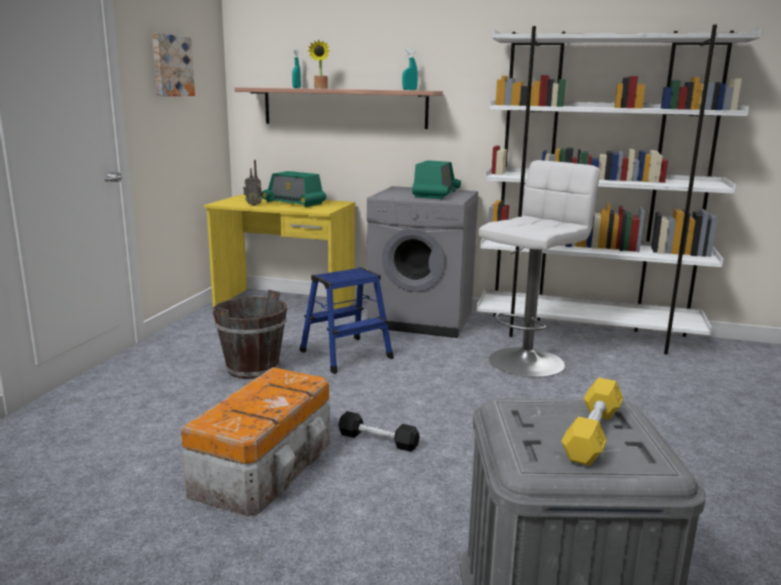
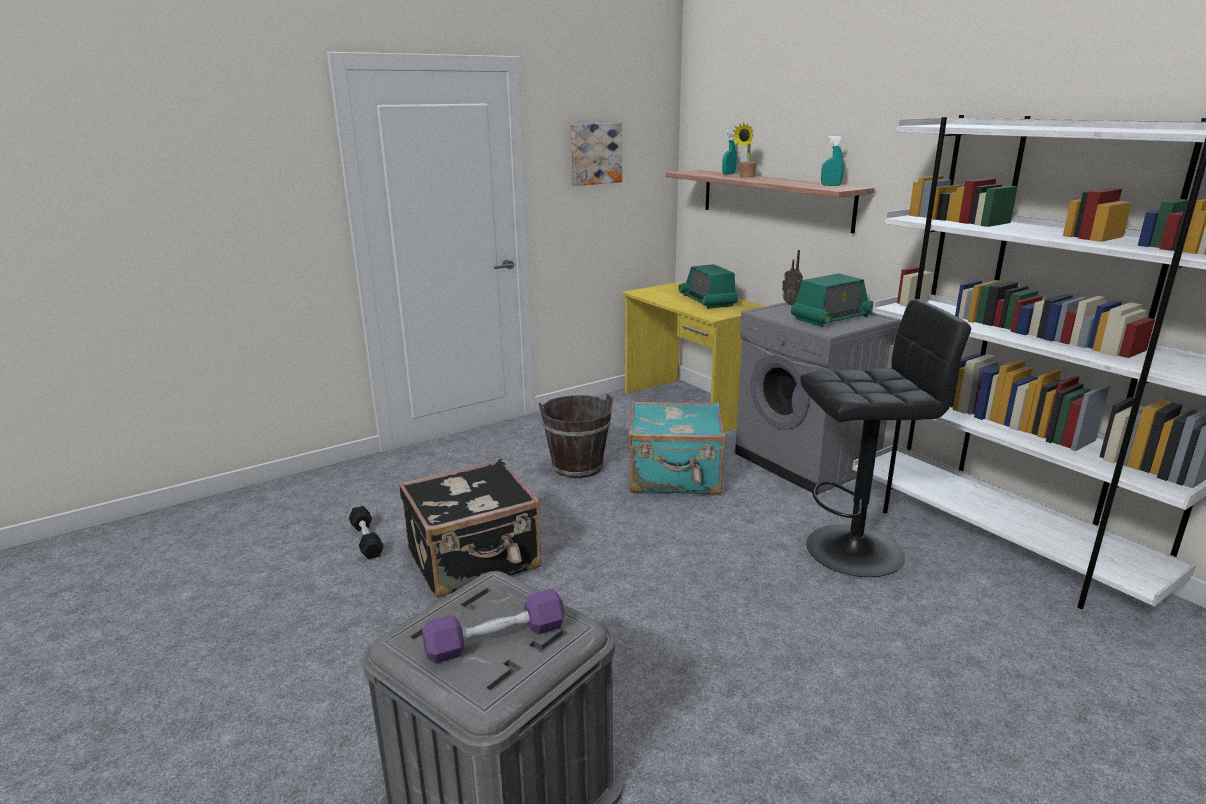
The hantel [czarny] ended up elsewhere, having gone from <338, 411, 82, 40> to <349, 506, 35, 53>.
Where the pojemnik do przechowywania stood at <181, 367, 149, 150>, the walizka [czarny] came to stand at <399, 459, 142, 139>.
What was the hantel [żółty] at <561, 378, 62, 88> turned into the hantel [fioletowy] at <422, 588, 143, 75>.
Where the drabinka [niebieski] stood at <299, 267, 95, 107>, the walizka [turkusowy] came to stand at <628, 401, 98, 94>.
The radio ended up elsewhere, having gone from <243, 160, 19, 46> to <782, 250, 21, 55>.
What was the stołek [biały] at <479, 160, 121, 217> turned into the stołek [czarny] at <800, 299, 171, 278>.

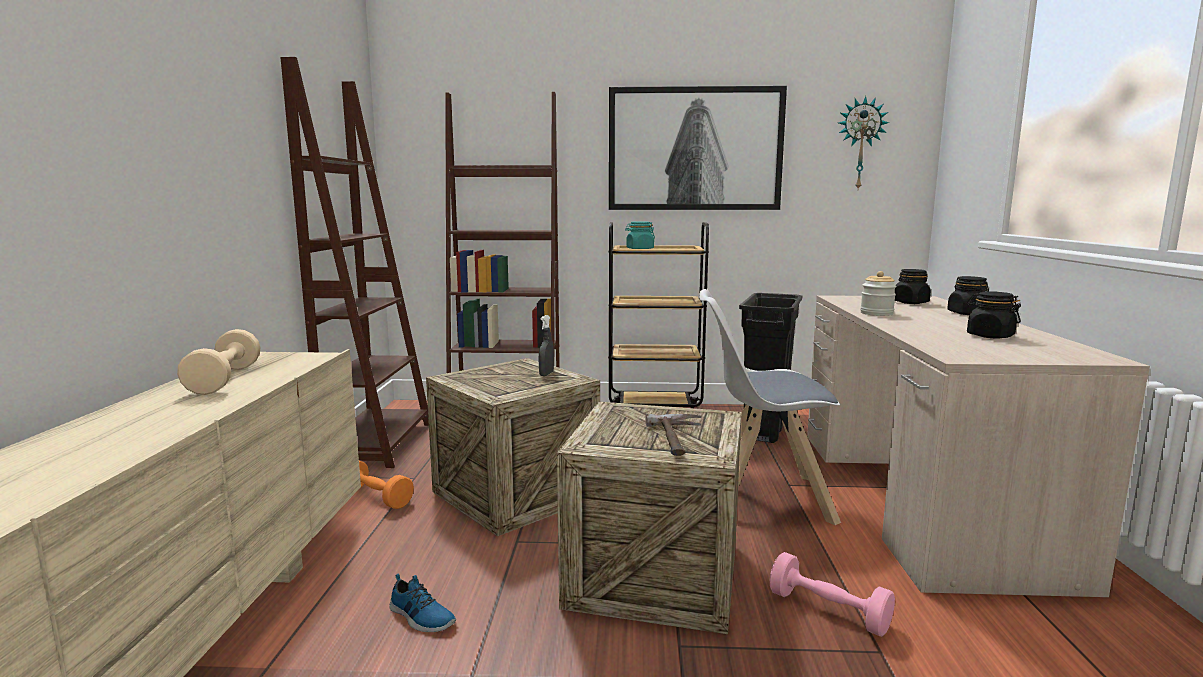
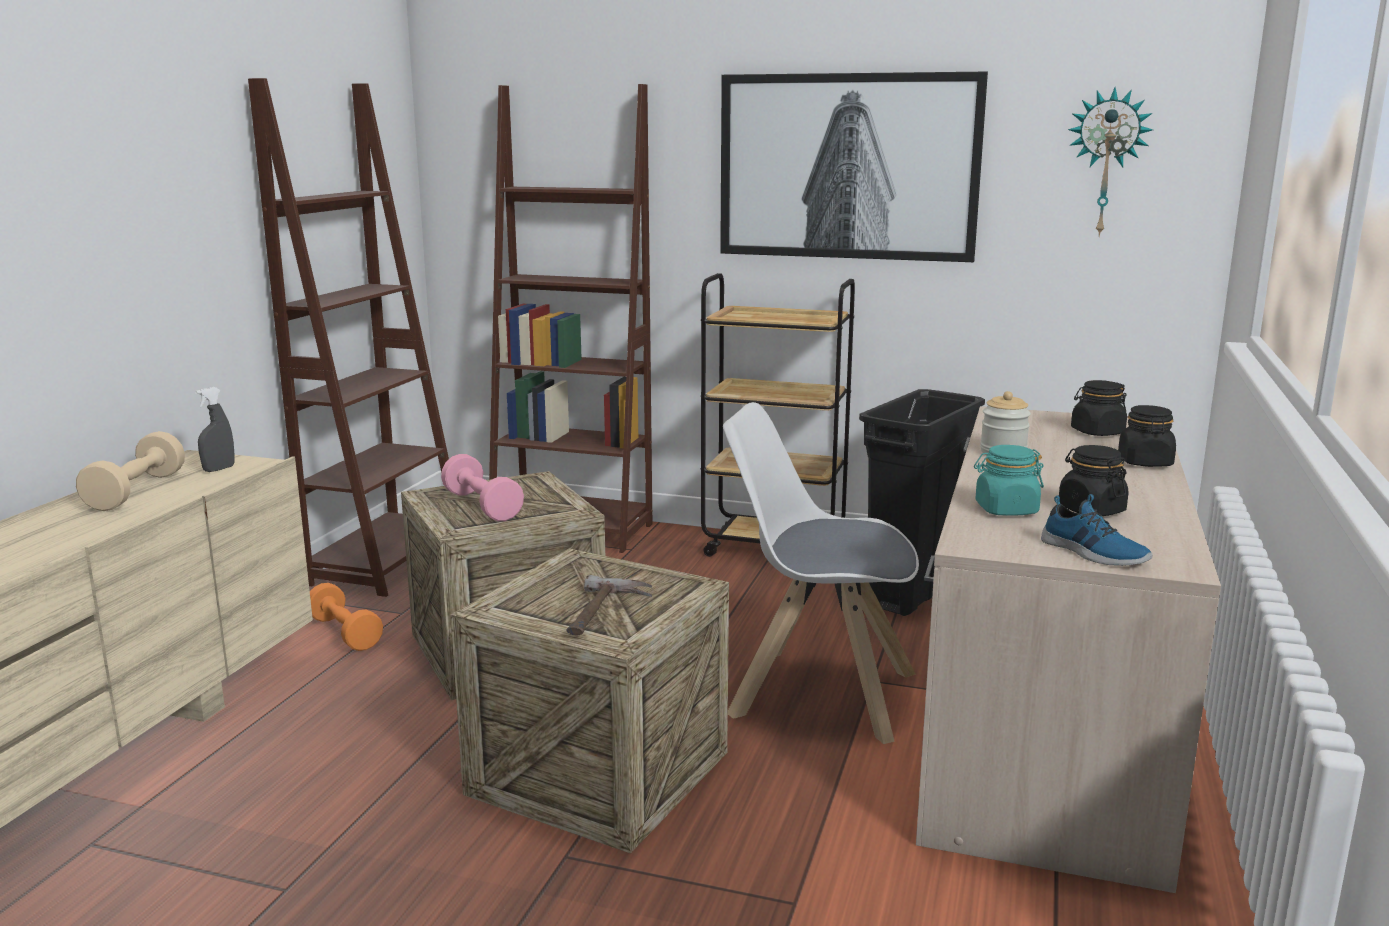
The spryskiwacz [szary] ended up elsewhere, having gone from <539, 315, 15, 61> to <195, 387, 40, 85>.
The hantel [różowy] ended up elsewhere, having gone from <770, 552, 125, 85> to <441, 454, 83, 67>.
The słoik [turkusowy] ended up elsewhere, having gone from <625, 221, 30, 28> to <974, 445, 70, 71>.
The but ended up elsewhere, having gone from <389, 573, 67, 59> to <1041, 494, 112, 72>.

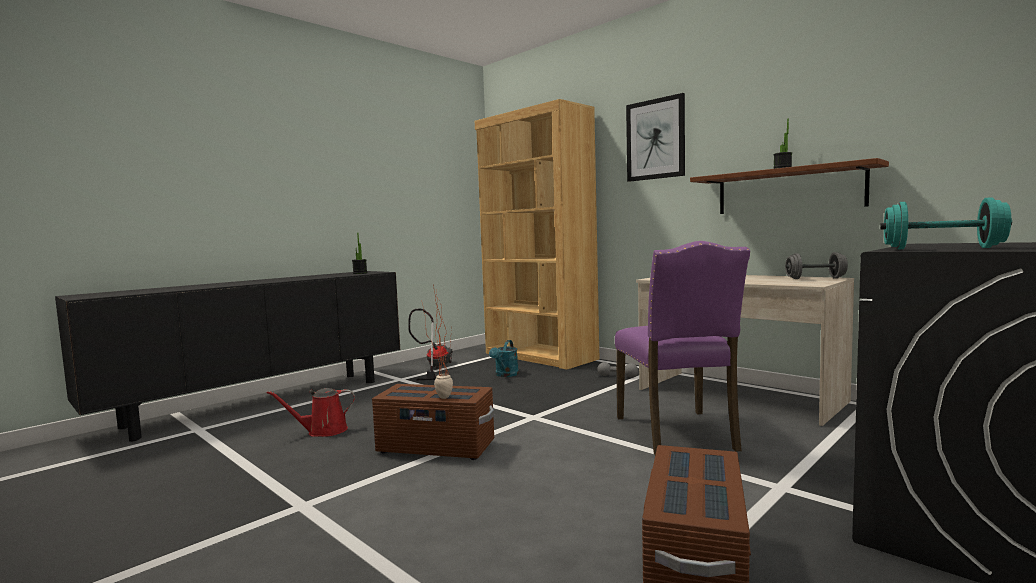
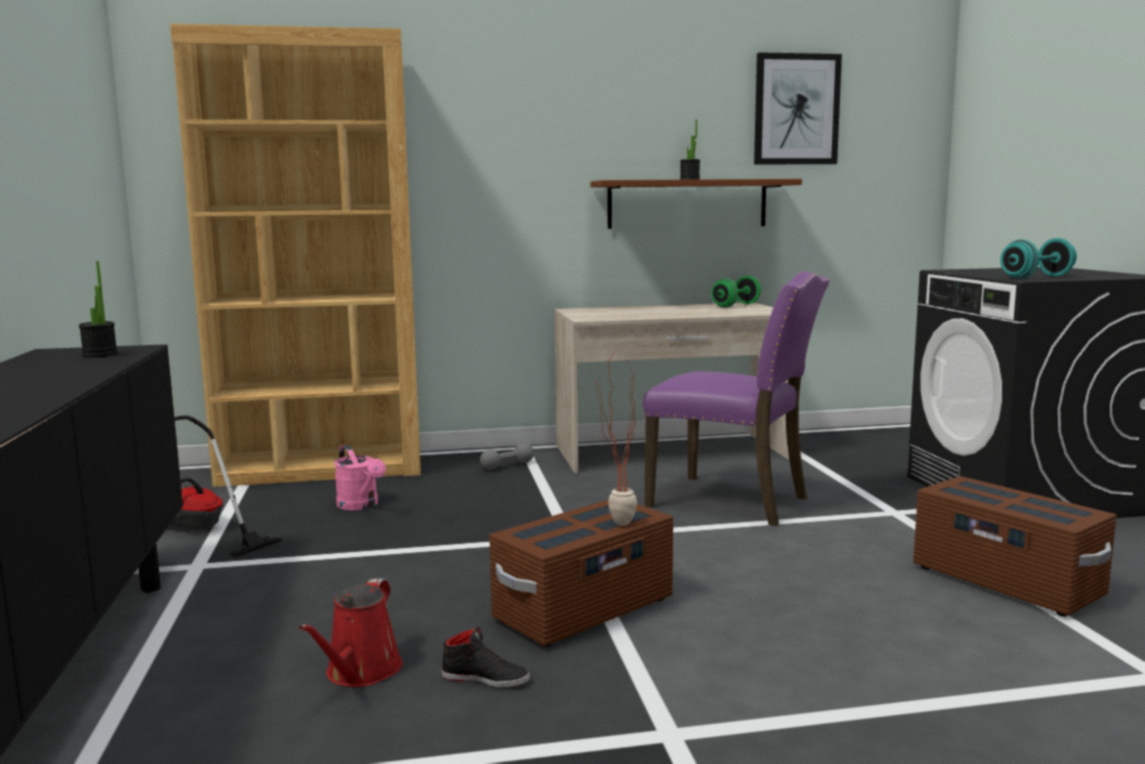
What was the konewka [turkusowy] at <489, 340, 30, 37> turned into the konewka [różowy] at <334, 445, 52, 65>.
The second view gained the but [czarny] at <442, 627, 88, 61>.
What was the hantel [szary] at <785, 252, 63, 27> turned into the hantel [zielony] at <711, 276, 50, 32>.
The obraz ended up elsewhere, having gone from <626, 93, 59, 89> to <754, 52, 88, 112>.

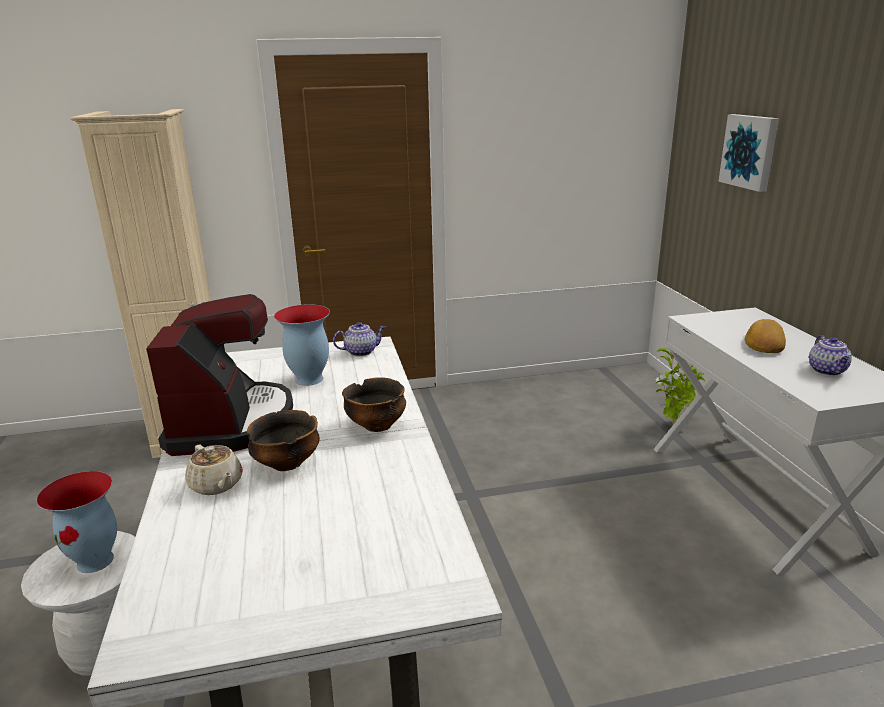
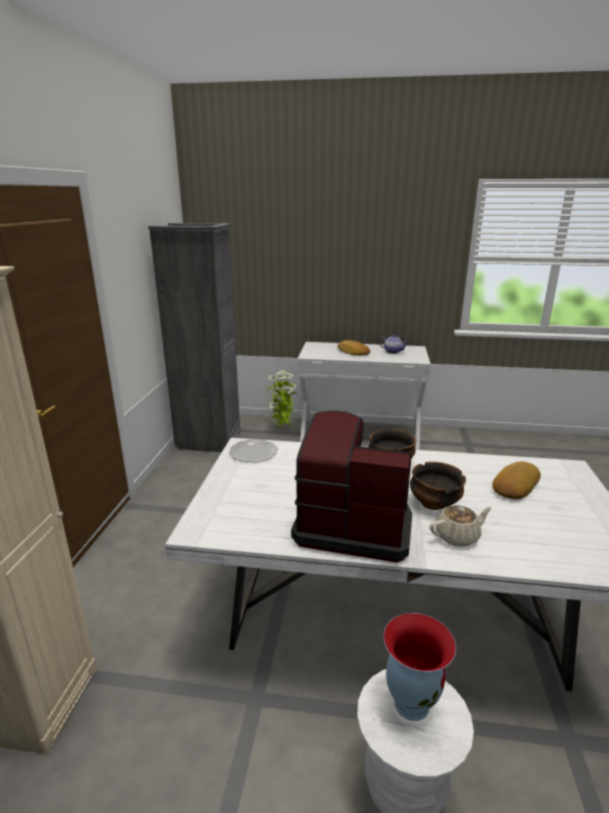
The second view gained the szafka [szary] at <148, 223, 93, 230>.
Where the imbryk stood at <333, 322, 52, 34>, the talerz came to stand at <229, 439, 49, 23>.
The second view gained the chleb at <492, 462, 49, 37>.
The second view lost the wazon at <274, 304, 56, 82>.
The second view lost the obraz at <718, 114, 61, 78>.

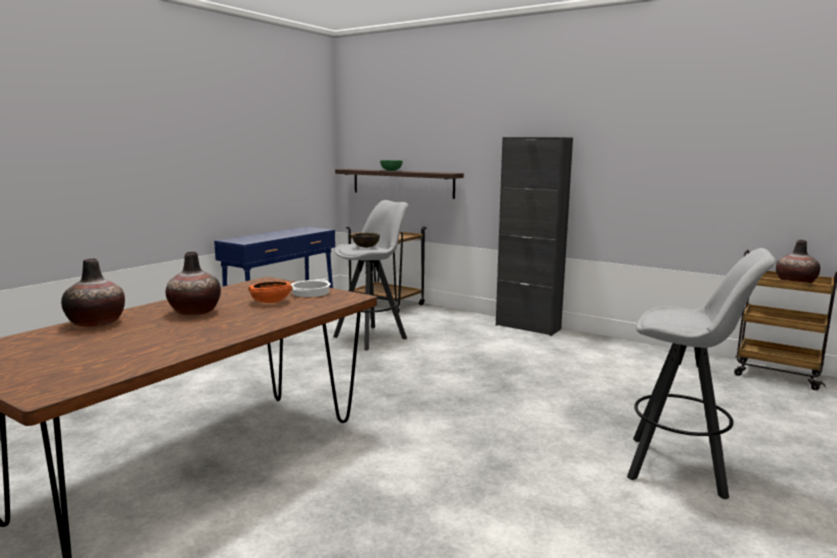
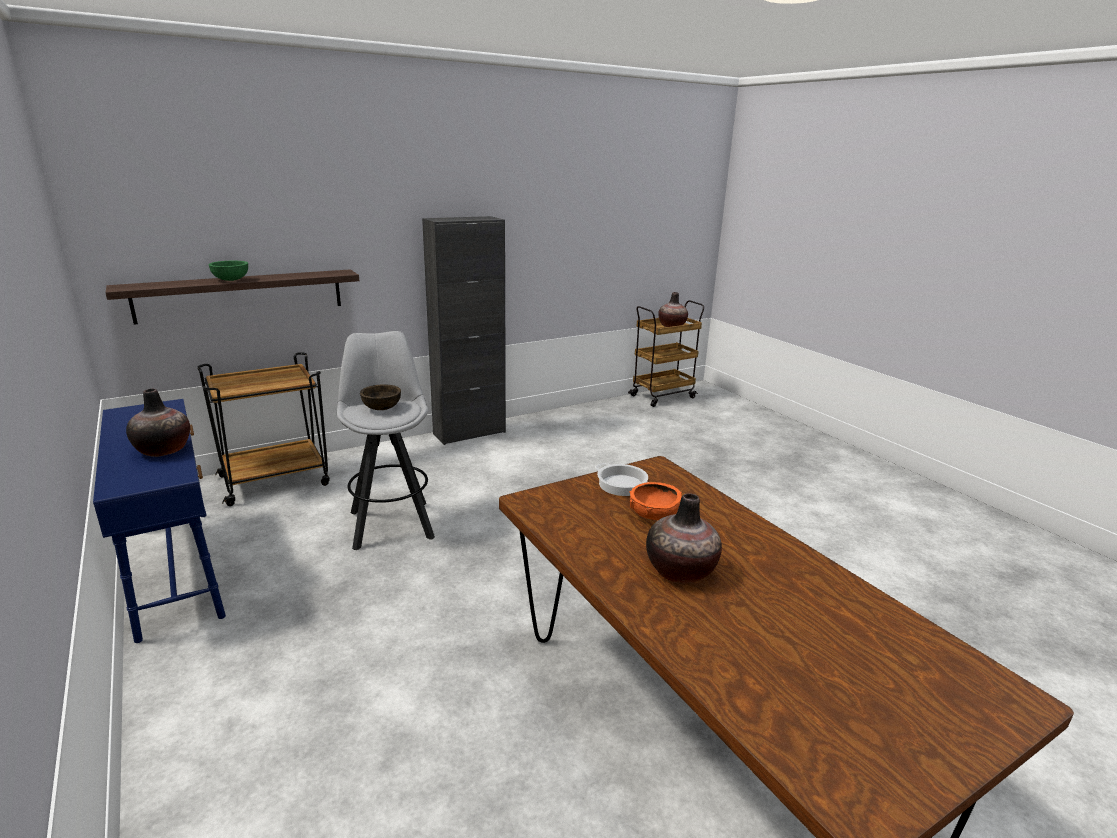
The wazon ended up elsewhere, having gone from <61, 259, 64, 68> to <126, 389, 64, 68>.
The second view lost the stołek [szary] at <627, 248, 150, 251>.

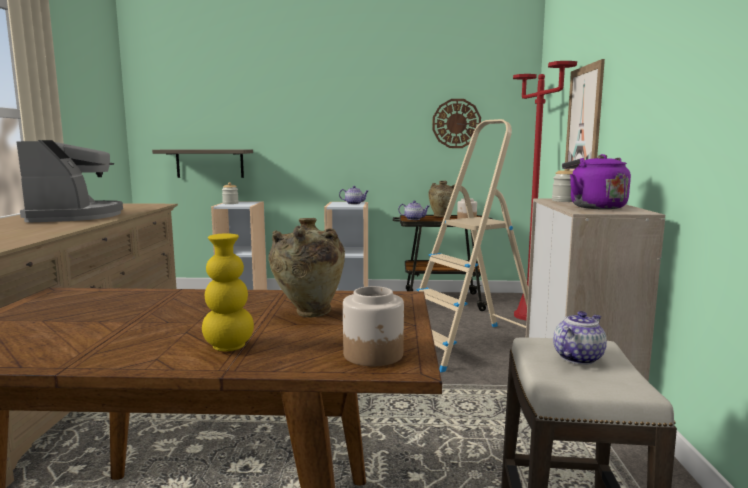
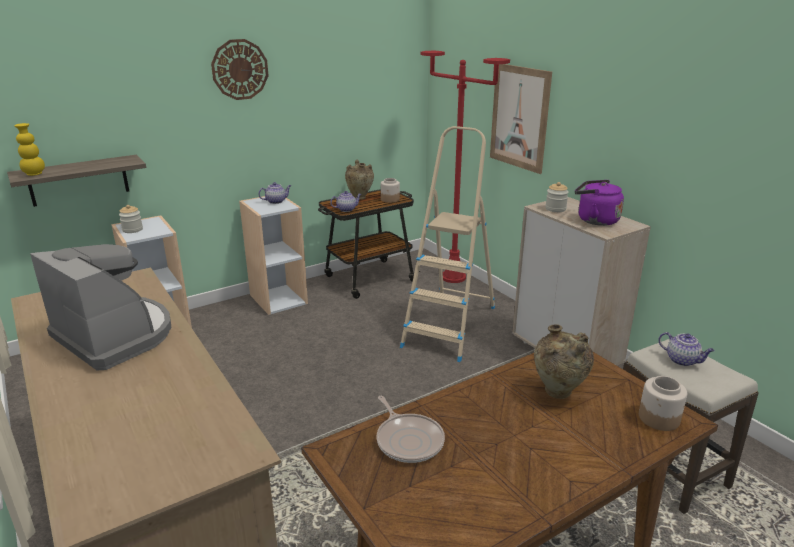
The wazon [żółty] ended up elsewhere, having gone from <202, 233, 52, 118> to <14, 123, 31, 53>.
The zegar ścienny ended up elsewhere, having gone from <432, 99, 49, 49> to <211, 39, 57, 61>.
The second view gained the patelnia at <376, 396, 69, 67>.
The imbryk at <553, 311, 54, 54> ended up facing another way, 120 degrees clockwise from before.

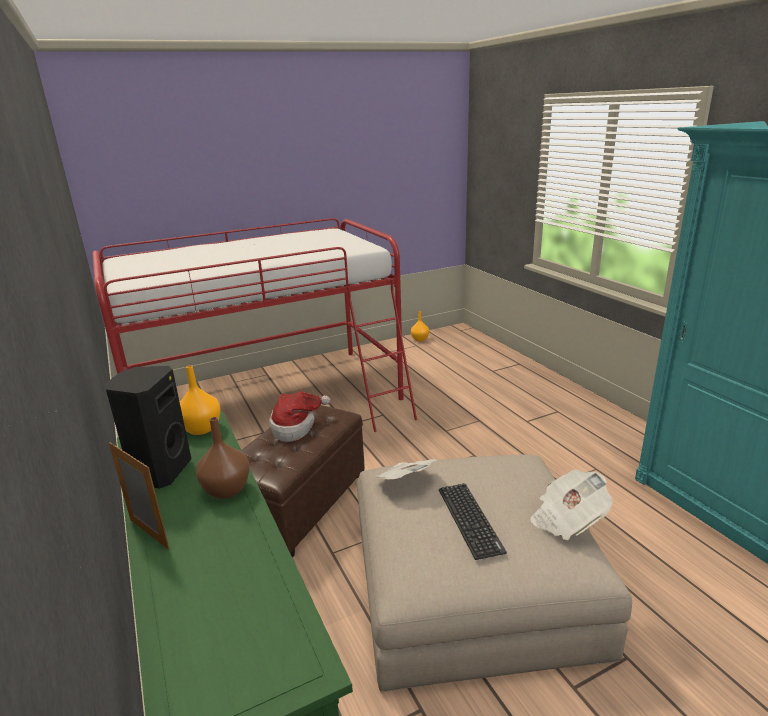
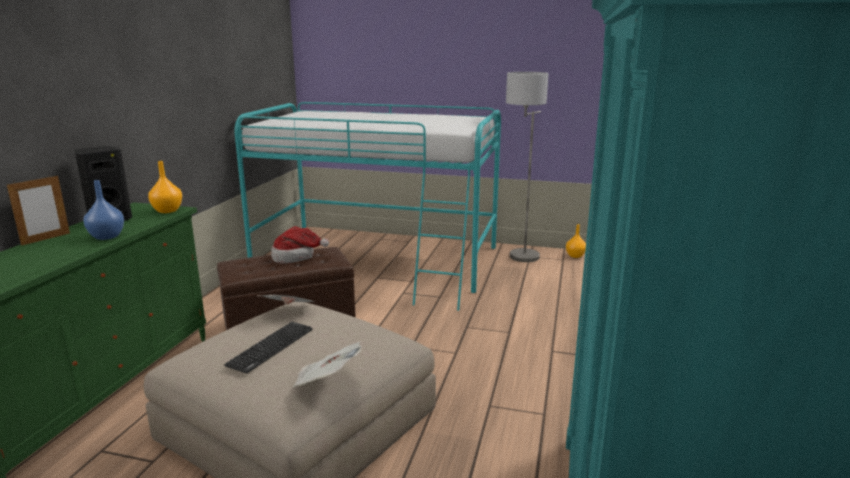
The ramka na zdjęcie at <109, 442, 60, 108> ended up facing another way, 45 degrees clockwise from before.
What was the wazon [brązowy] at <196, 417, 54, 82> turned into the wazon [niebieski] at <83, 180, 41, 60>.
What was the łóżko [czerwony] at <92, 218, 325, 214> turned into the łóżko [turkusowy] at <234, 102, 267, 209>.
The second view gained the lampa stojąca [szary] at <506, 72, 42, 190>.

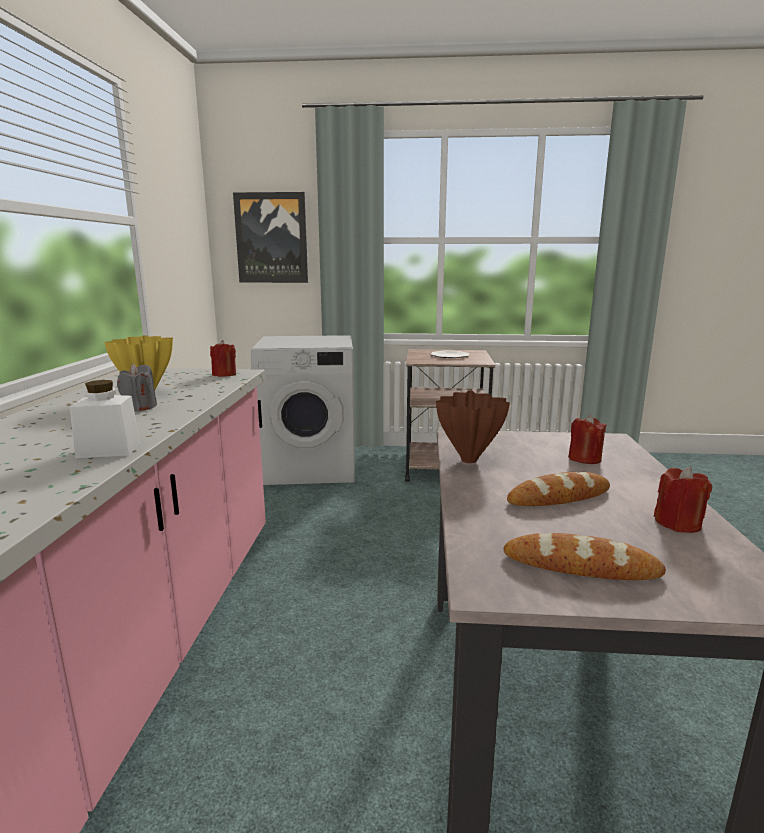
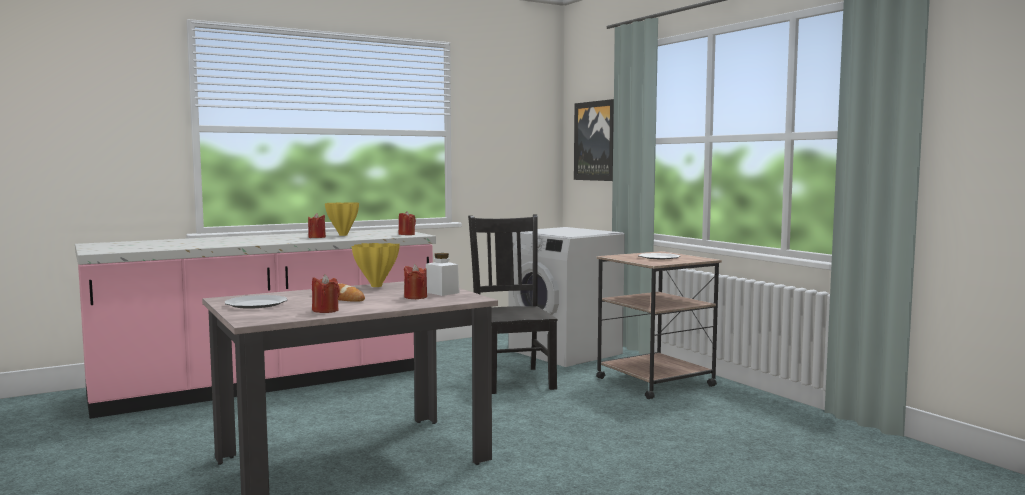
Where the chleb stood at <503, 533, 163, 47>, the talerz came to stand at <225, 295, 63, 14>.
What was the świeca [szary] at <117, 363, 40, 49> turned into the świeca [czerwony] at <308, 213, 18, 25>.
What was the wazon [brązowy] at <436, 391, 74, 72> turned into the wazon [żółty] at <352, 243, 48, 44>.
The słoik [biały] ended up elsewhere, having gone from <70, 380, 70, 78> to <426, 253, 34, 43>.
The second view gained the krzesło [czarny] at <468, 214, 90, 180>.

